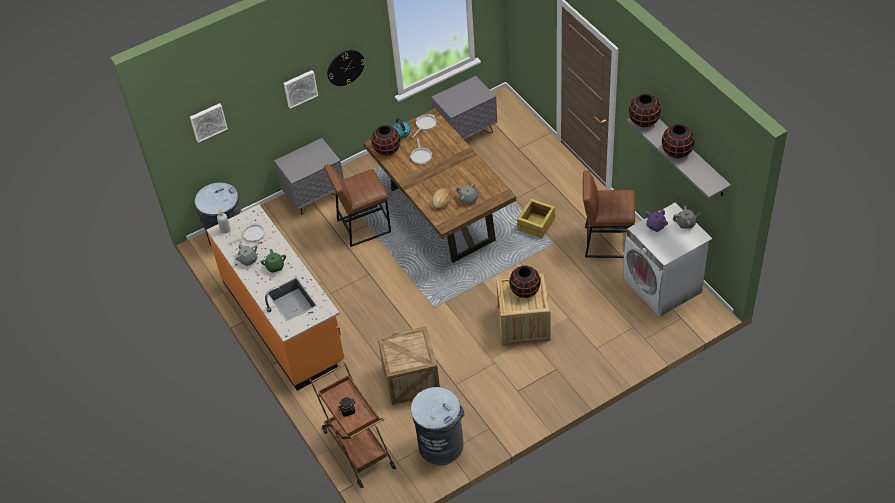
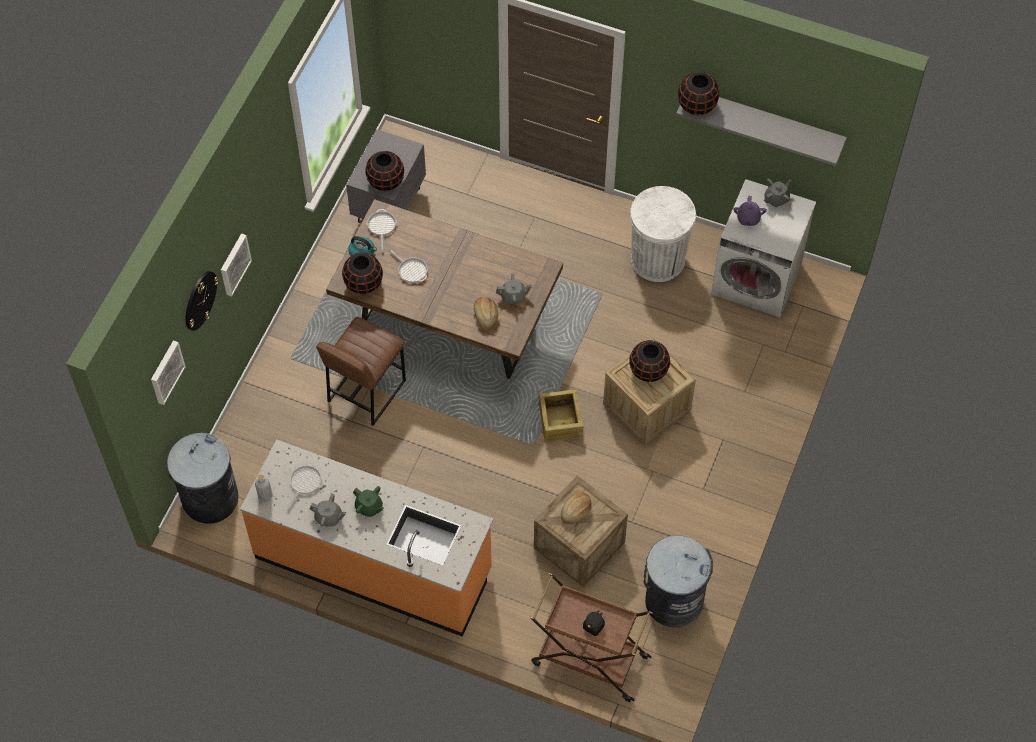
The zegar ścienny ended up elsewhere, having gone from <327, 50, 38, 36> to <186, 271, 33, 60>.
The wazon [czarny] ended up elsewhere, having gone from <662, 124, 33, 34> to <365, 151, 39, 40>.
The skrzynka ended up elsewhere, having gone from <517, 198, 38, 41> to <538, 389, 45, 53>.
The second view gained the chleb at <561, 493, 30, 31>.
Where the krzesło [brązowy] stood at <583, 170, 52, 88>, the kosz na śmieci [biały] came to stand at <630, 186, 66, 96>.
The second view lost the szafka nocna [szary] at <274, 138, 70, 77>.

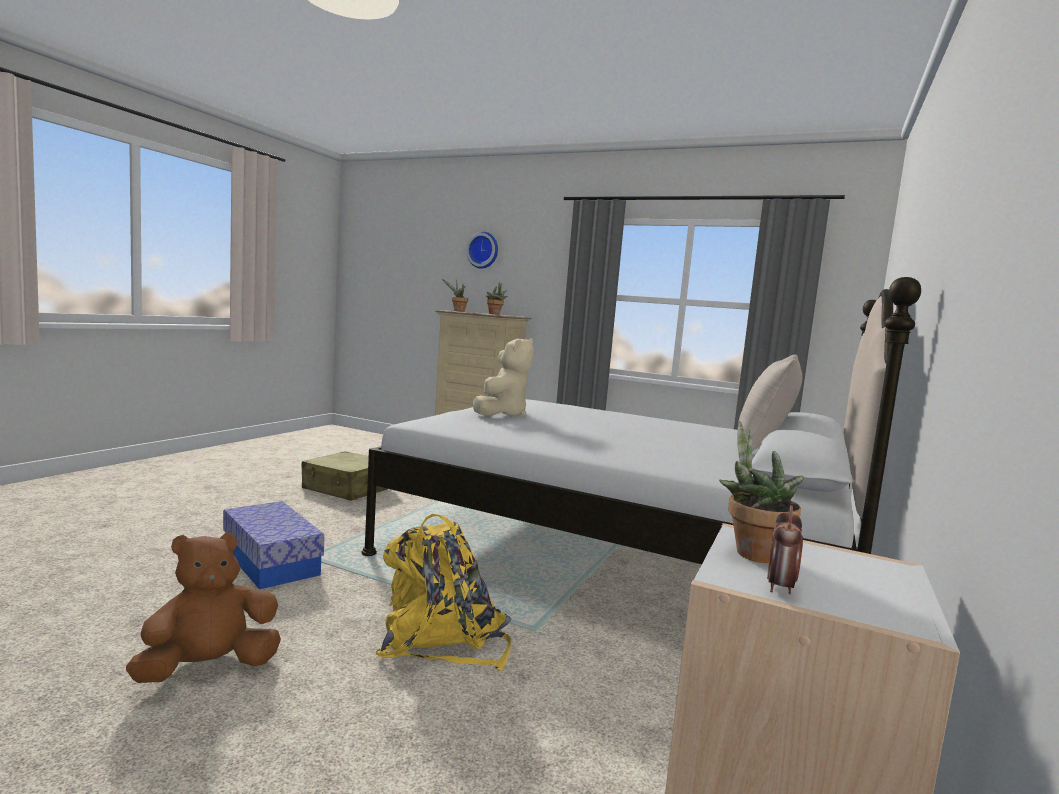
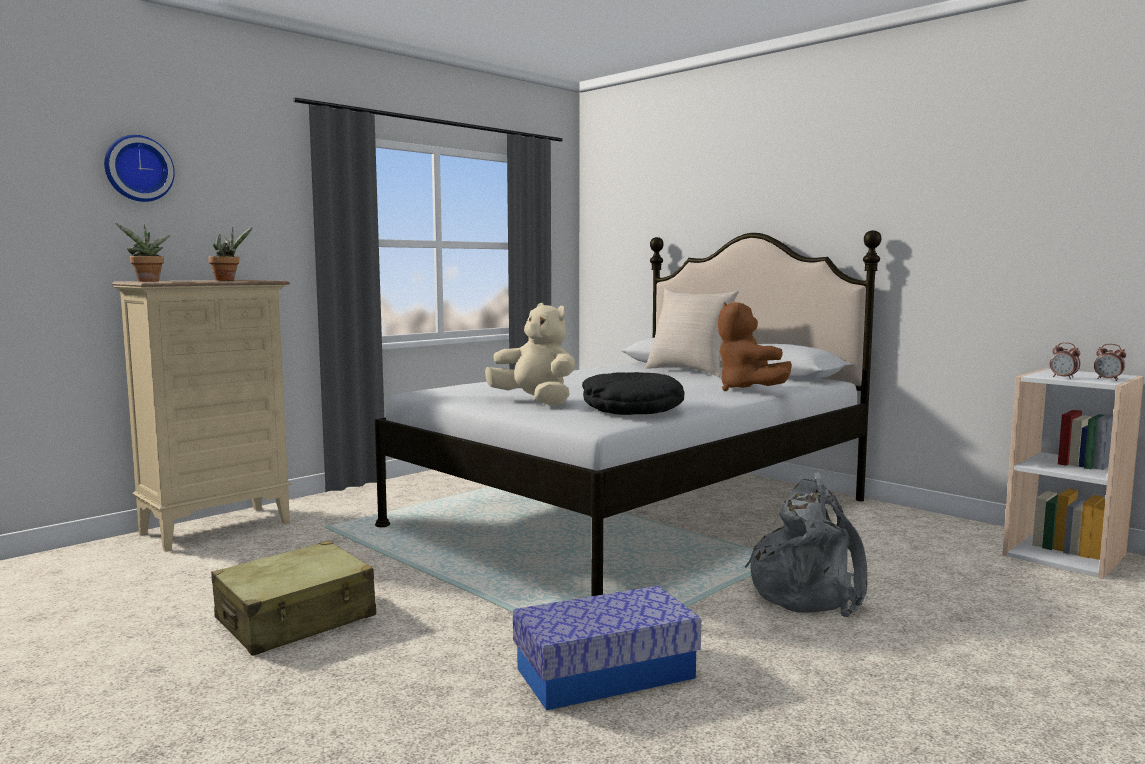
The second view gained the poduszka [czarny] at <582, 372, 103, 43>.
The pluszak [brązowy] ended up elsewhere, having gone from <126, 532, 155, 151> to <718, 301, 74, 90>.
What was the plecak [żółty] at <376, 514, 135, 156> turned into the plecak [szary] at <745, 472, 122, 145>.
Where the roślina doniczkowa stood at <719, 421, 85, 142>, the budzik came to stand at <1050, 342, 30, 37>.

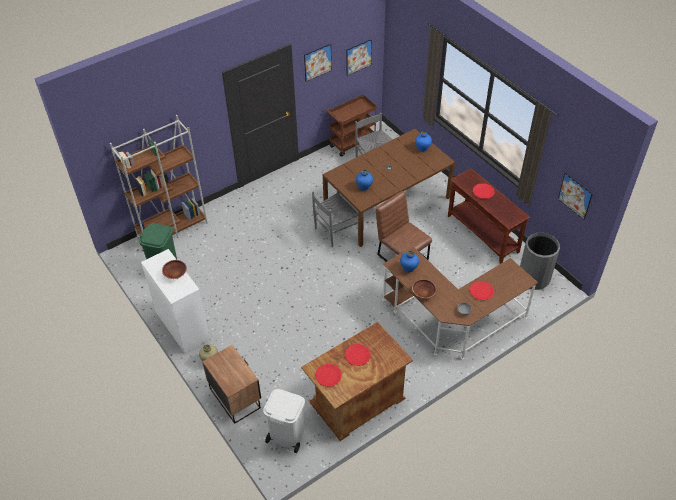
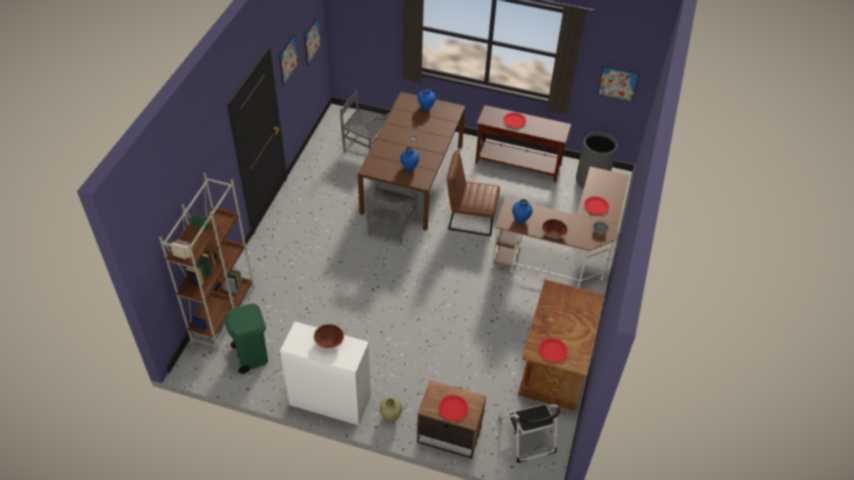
The talerz [czerwony] ended up elsewhere, having gone from <345, 344, 26, 22> to <439, 395, 30, 26>.
Where the kosz na śmieci [biały] stood at <263, 389, 42, 64>, the drabinka came to stand at <499, 404, 61, 59>.
The second view lost the wózek [brązowy] at <325, 95, 51, 62>.

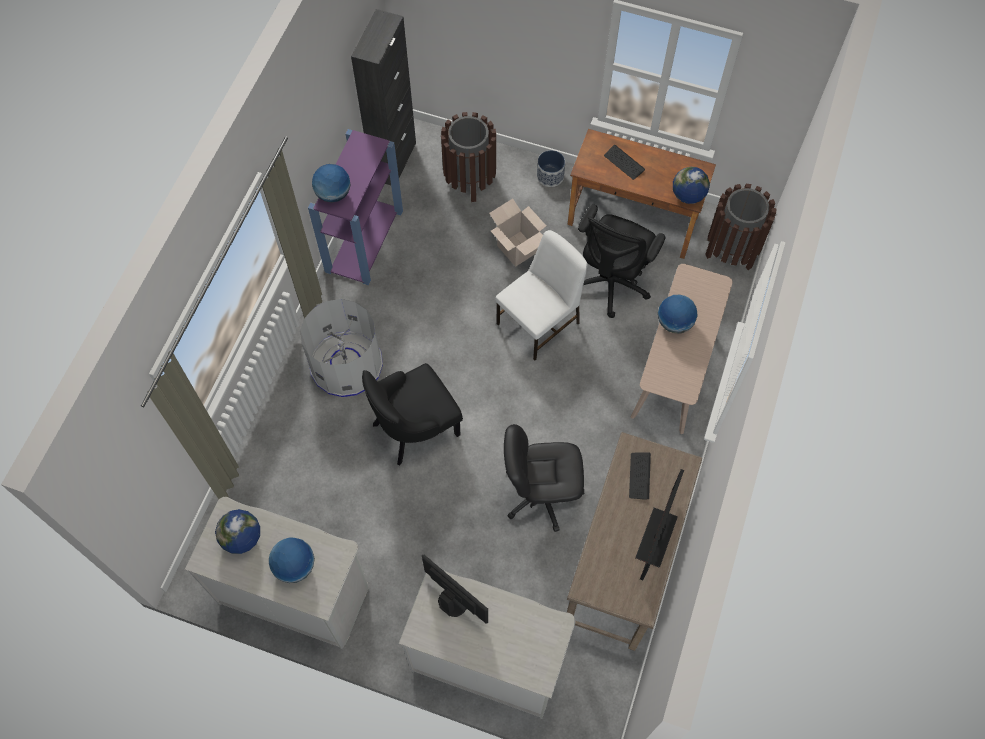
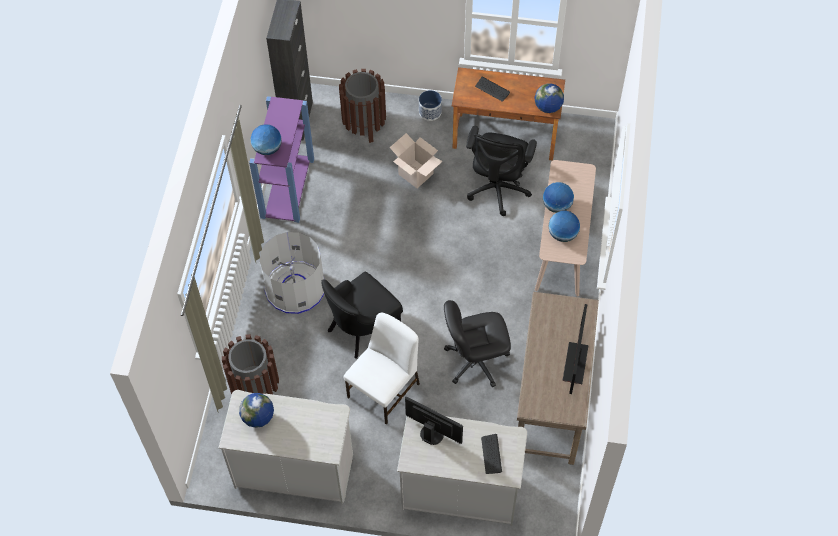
The kosz na śmieci [brązowy] ended up elsewhere, having gone from <705, 184, 71, 86> to <222, 334, 57, 61>.
The krzesło [biały] ended up elsewhere, having gone from <495, 230, 93, 130> to <344, 312, 76, 113>.
The klawiatura ended up elsewhere, having gone from <629, 452, 22, 48> to <481, 434, 21, 40>.
The globus ended up elsewhere, having gone from <269, 538, 46, 45> to <549, 211, 31, 31>.

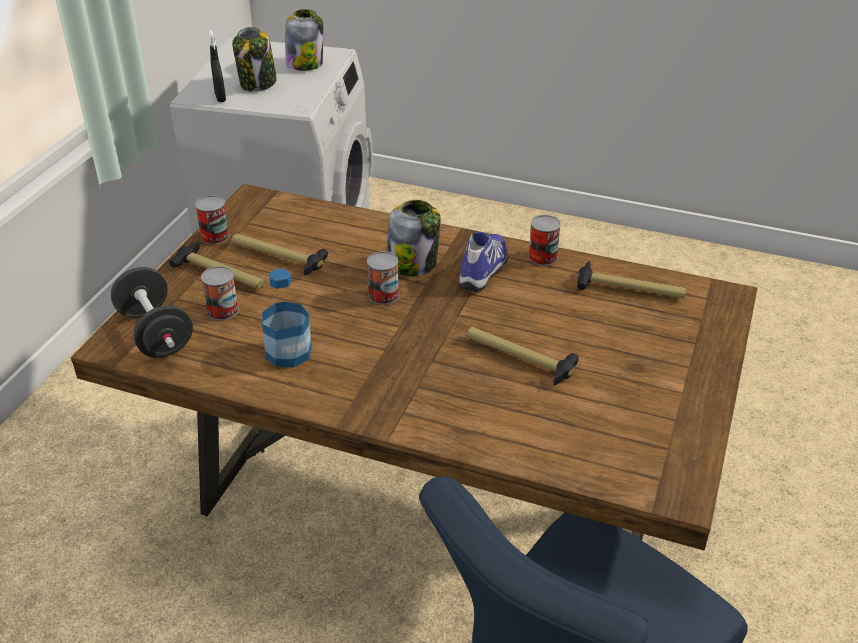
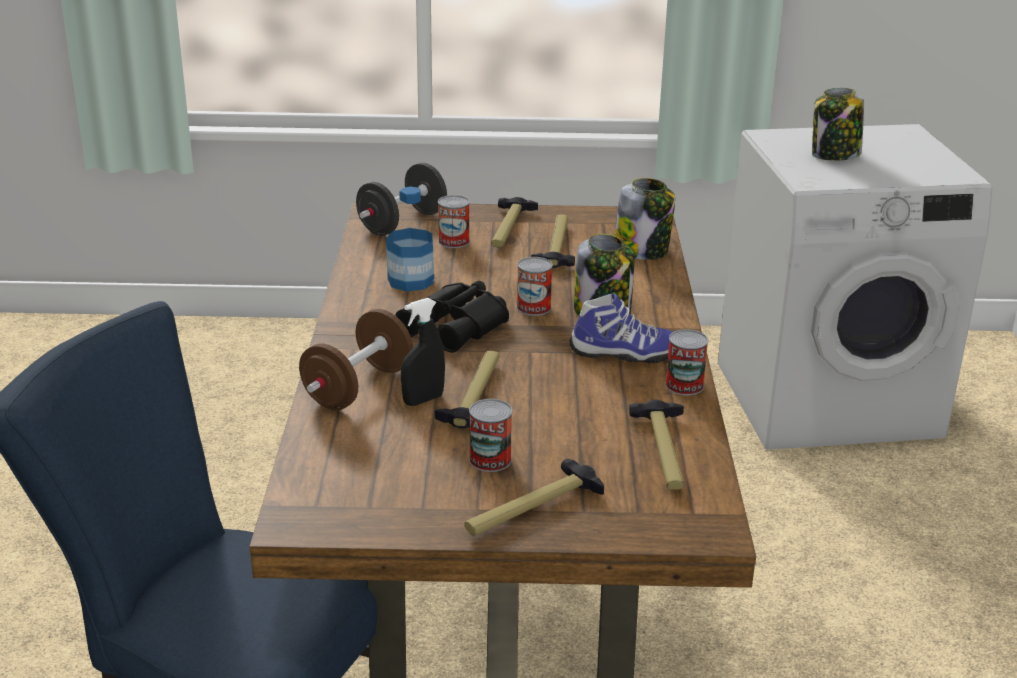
The second view gained the hantel [brązowy] at <299, 309, 114, 101>.
The second view gained the lornetka [czarny] at <395, 281, 114, 72>.
The spryskiwacz [czarny] ended up elsewhere, having gone from <209, 30, 17, 72> to <401, 298, 44, 108>.
The second view gained the młotek at <465, 459, 139, 76>.
The puszka ended up elsewhere, having gone from <195, 195, 35, 50> to <469, 399, 43, 73>.
The słoik ended up elsewhere, having gone from <286, 9, 37, 62> to <614, 178, 61, 82>.

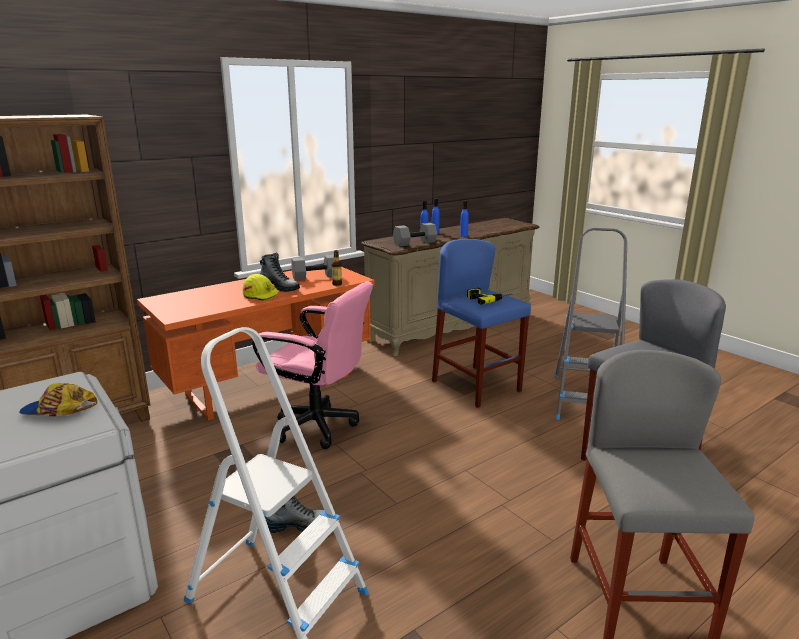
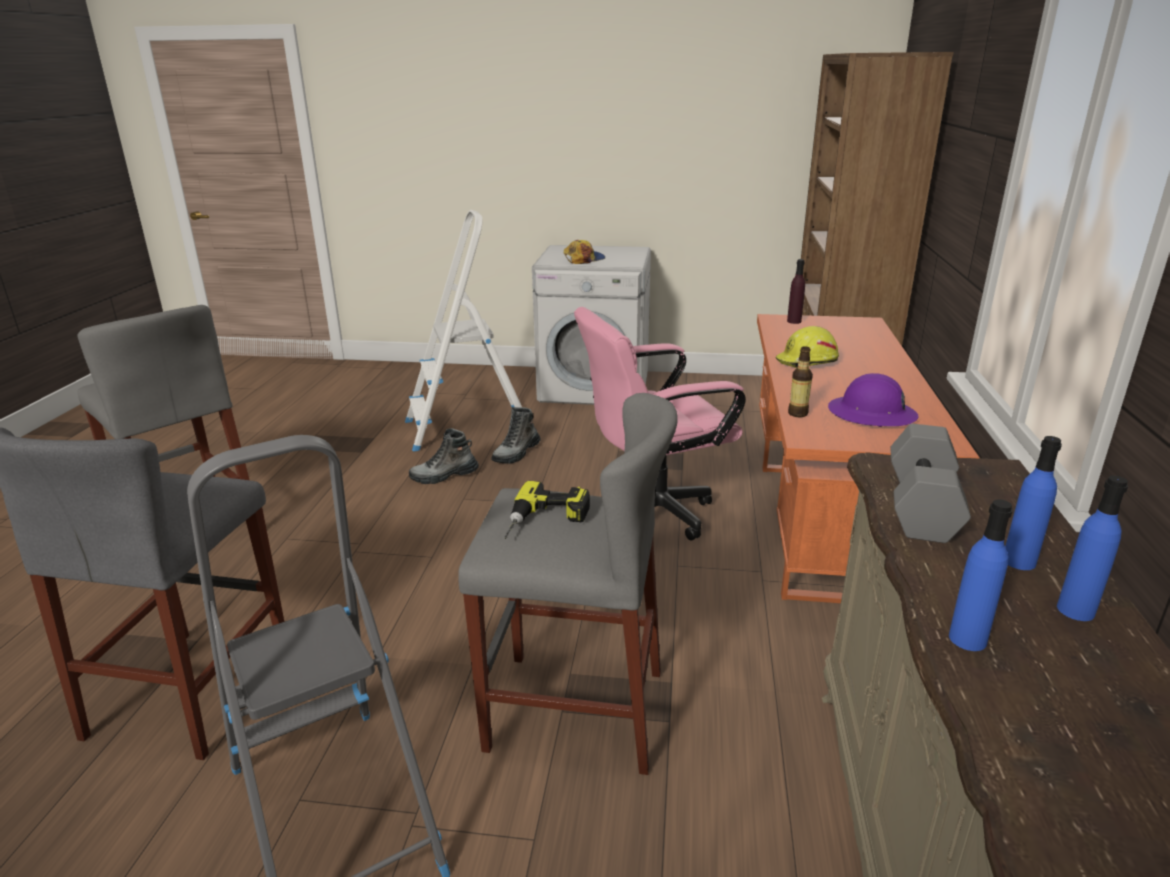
The but z cholewką ended up elsewhere, having gone from <260, 253, 40, 39> to <409, 428, 70, 56>.
What was the stołek [niebieski] at <432, 239, 99, 169> turned into the stołek [szary] at <458, 393, 220, 382>.
The second view gained the butelka [fioletowy] at <787, 259, 18, 65>.
Where the hantel [szary] stood at <291, 255, 43, 26>, the kask [fioletowy] came to stand at <828, 373, 91, 54>.

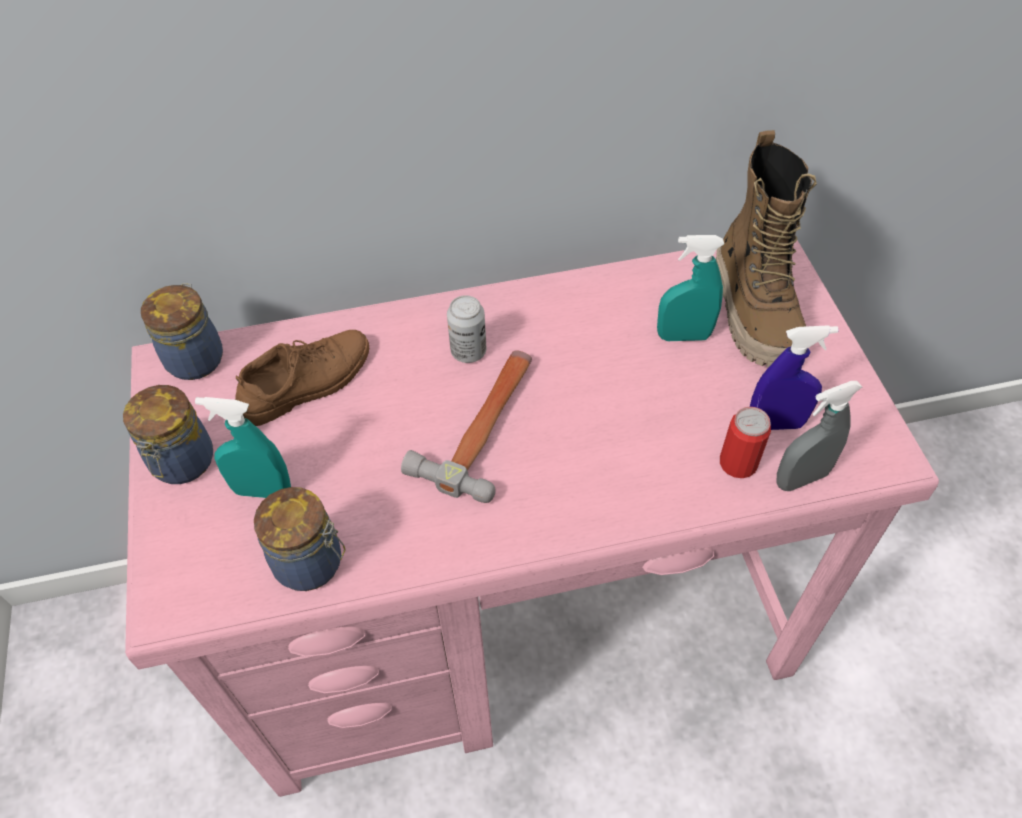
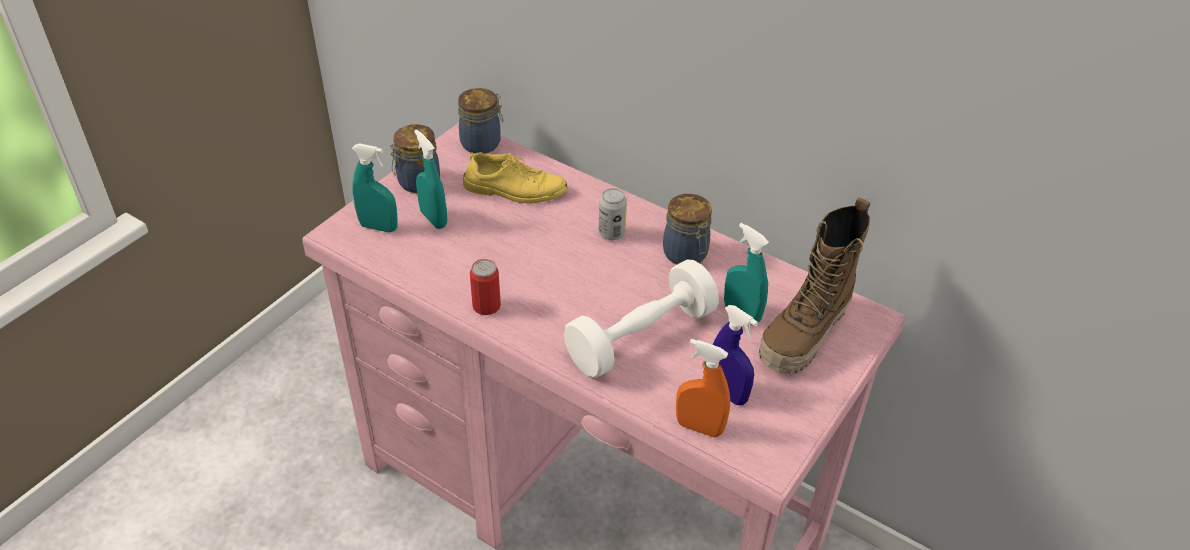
The second view gained the spryskiwacz [turkusowy] at <352, 143, 46, 89>.
What was the but [brązowy] at <235, 330, 134, 96> turned into the but [żółty] at <463, 152, 104, 52>.
The puszka ended up elsewhere, having gone from <720, 407, 51, 71> to <470, 259, 31, 56>.
The second view gained the hantel [biały] at <564, 260, 155, 118>.
The słoik ended up elsewhere, having gone from <254, 487, 92, 104> to <663, 194, 49, 71>.
What was the spryskiwacz [szary] at <776, 381, 86, 110> turned into the spryskiwacz [pomarańczowy] at <676, 339, 54, 99>.
The second view lost the młotek at <401, 350, 131, 153>.

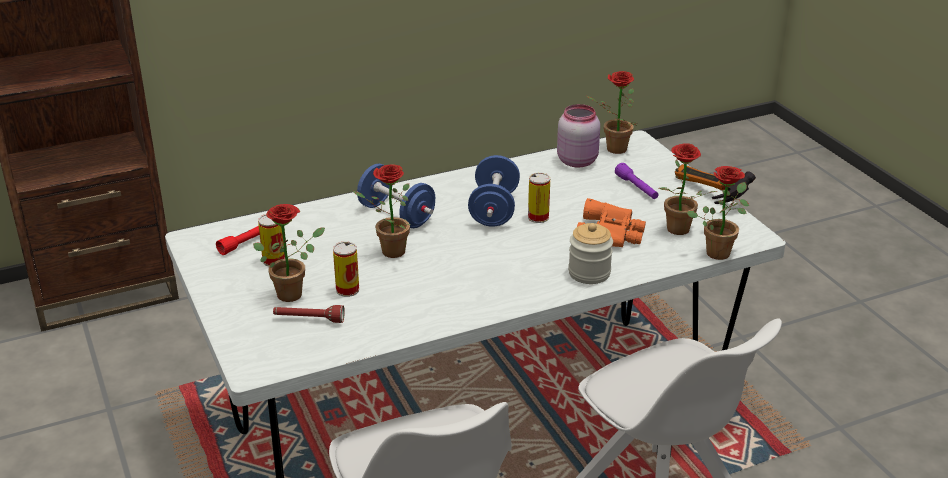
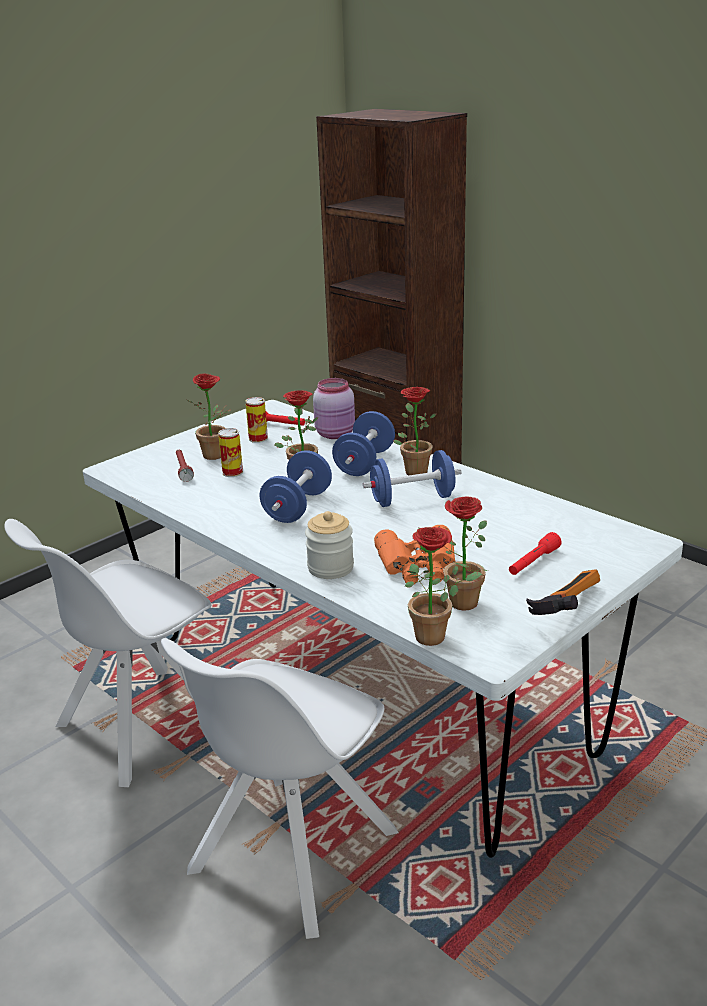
The second view gained the hantel [niebieski] at <260, 450, 72, 73>.
The słoik [różowy] ended up elsewhere, having gone from <557, 104, 43, 64> to <313, 378, 42, 61>.
The roślina doniczkowa ended up elsewhere, having gone from <587, 71, 49, 83> to <394, 387, 42, 89>.
What was the latarka [fioletowy] at <615, 163, 44, 36> turned into the latarka [czerwony] at <509, 532, 53, 43>.
The second view lost the puszka at <528, 172, 23, 51>.

